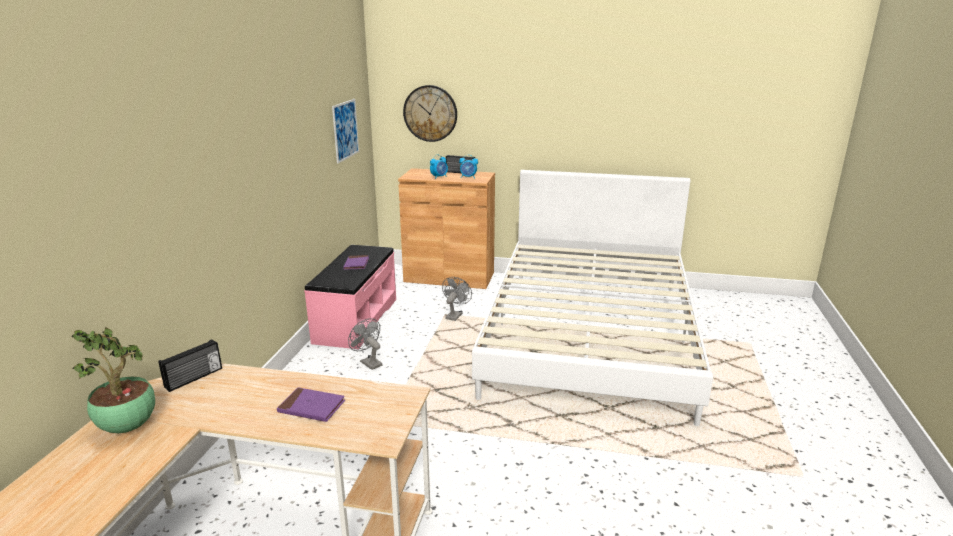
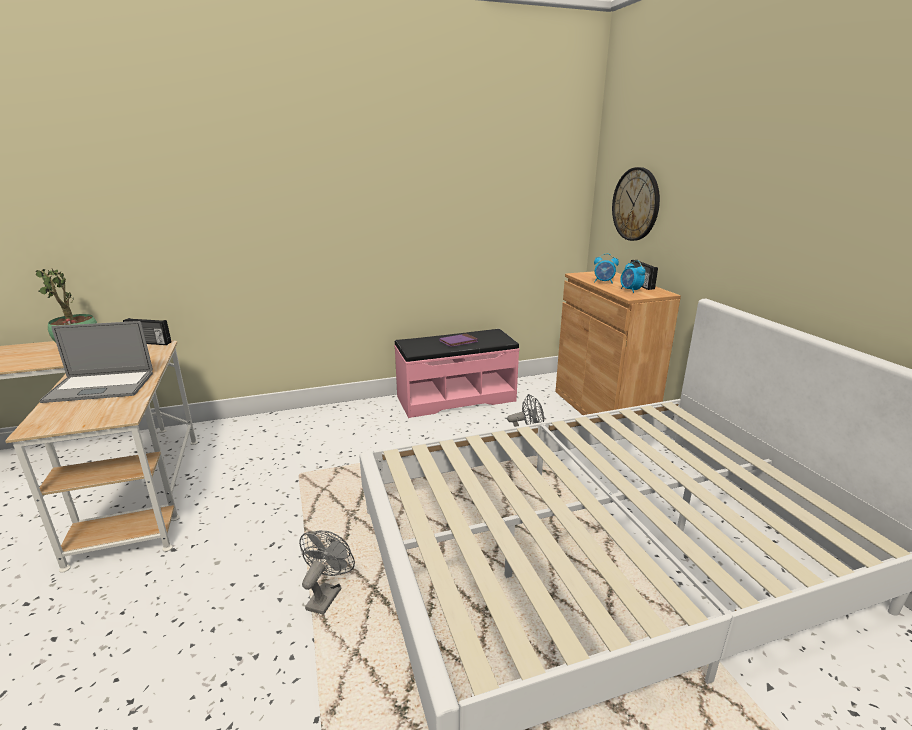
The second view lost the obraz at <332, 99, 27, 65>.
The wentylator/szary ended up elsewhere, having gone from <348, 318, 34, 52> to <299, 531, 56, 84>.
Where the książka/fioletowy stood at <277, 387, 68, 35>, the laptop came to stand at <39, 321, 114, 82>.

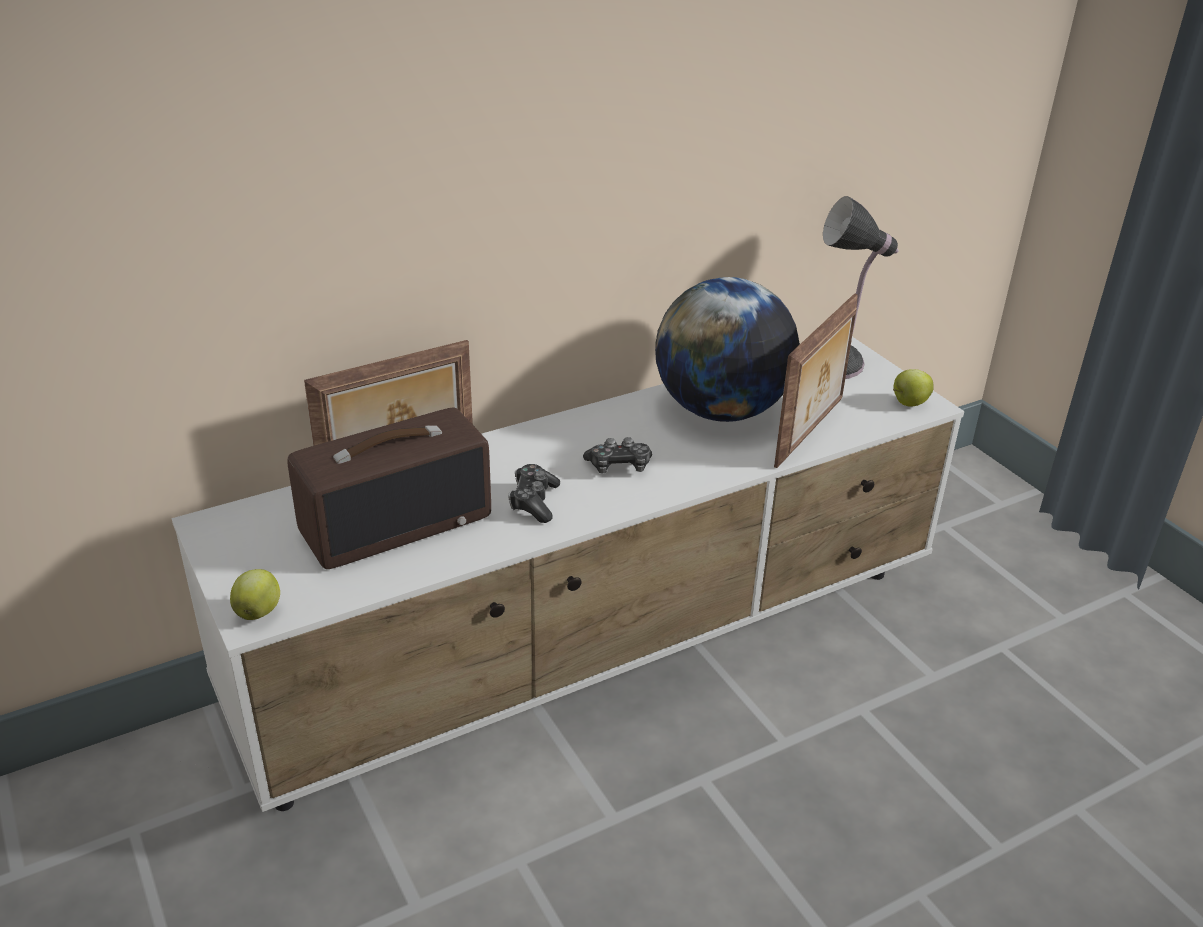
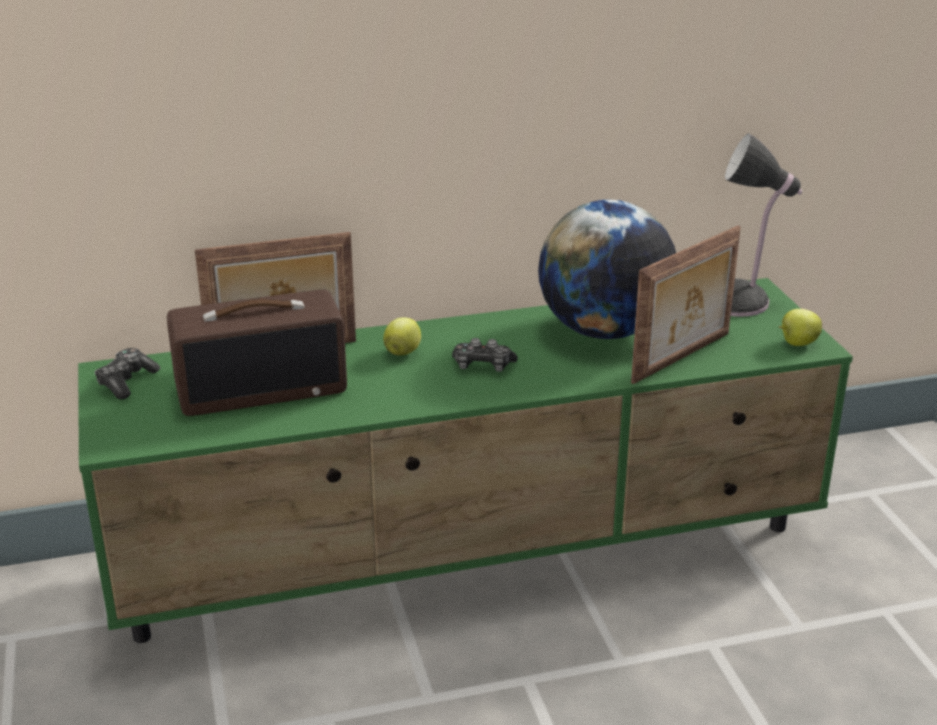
What was the szafka pod telewizor/biały at <172, 337, 792, 475> turned into the szafka pod telewizor/zielony at <78, 278, 775, 365>.
The pad do gier ended up elsewhere, having gone from <508, 464, 52, 59> to <95, 348, 65, 51>.
The jabłko ended up elsewhere, having gone from <230, 569, 50, 51> to <383, 317, 38, 38>.

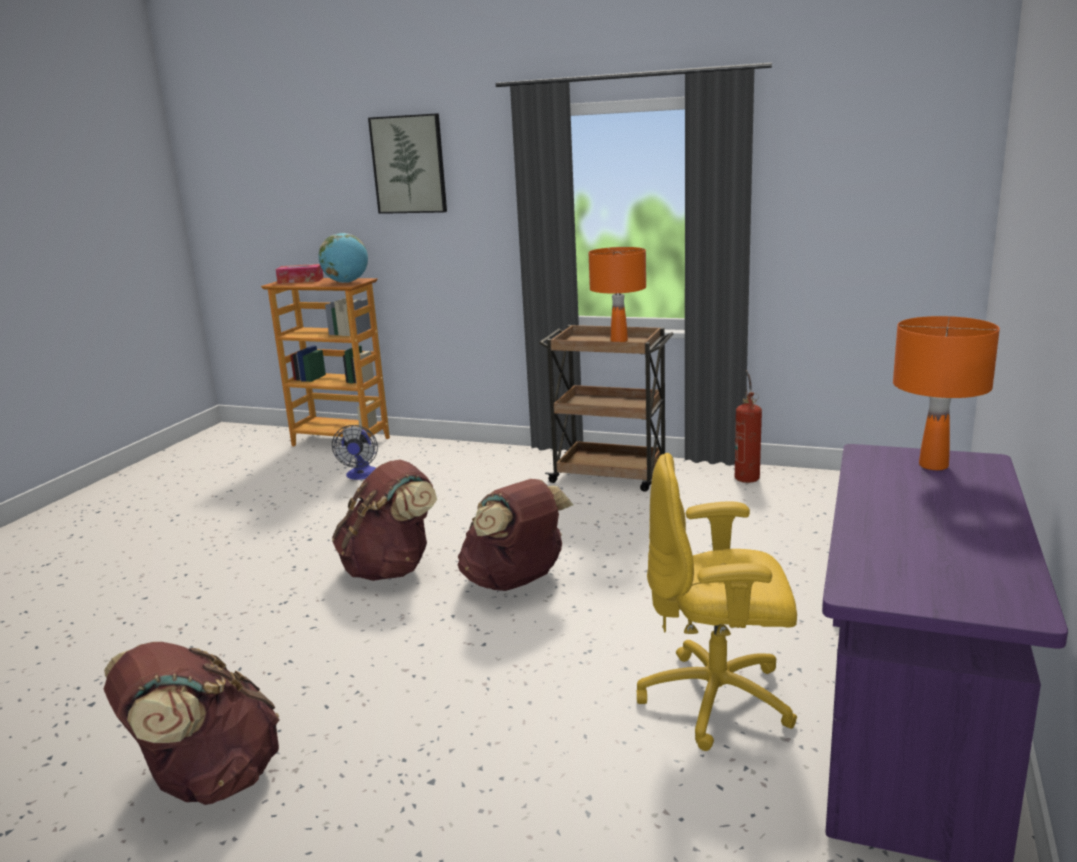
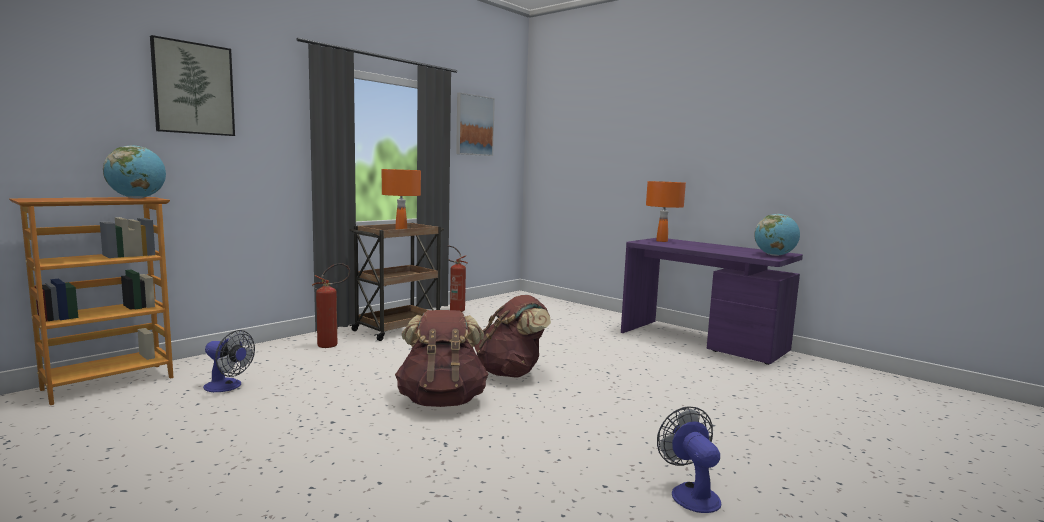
The second view lost the pudełko chusteczek at <276, 264, 48, 20>.
The second view lost the krzesło biurowe/żółty at <637, 453, 160, 298>.
Where the plecak/brązowy stood at <104, 642, 176, 163>, the wentylator came to stand at <657, 406, 64, 107>.
The second view gained the obraz at <456, 92, 39, 64>.
The second view gained the globus at <755, 214, 45, 42>.
The second view gained the gaśnica at <312, 263, 38, 85>.

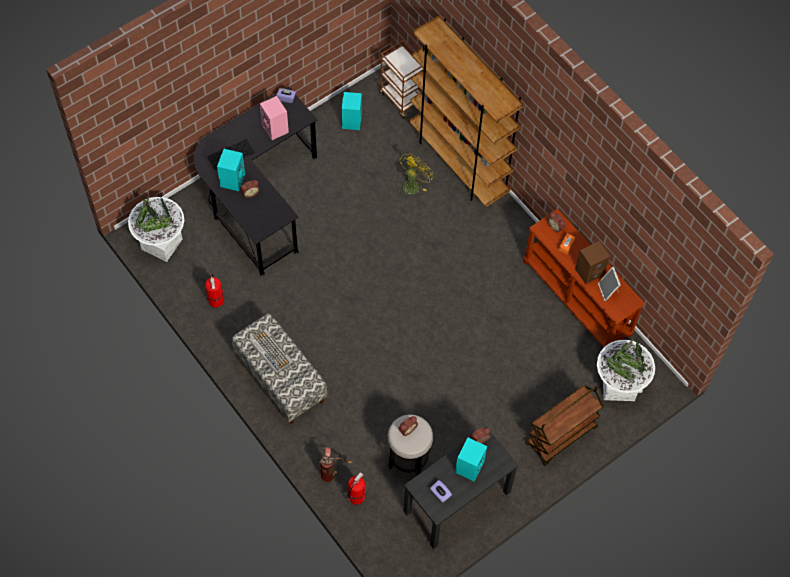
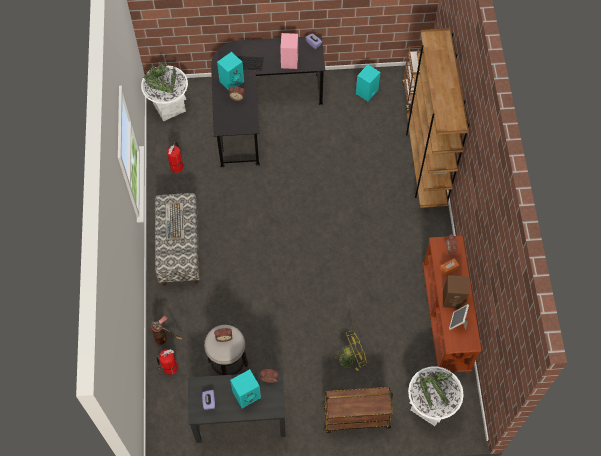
The wentylator/żółty ended up elsewhere, having gone from <397, 153, 36, 42> to <334, 331, 33, 40>.

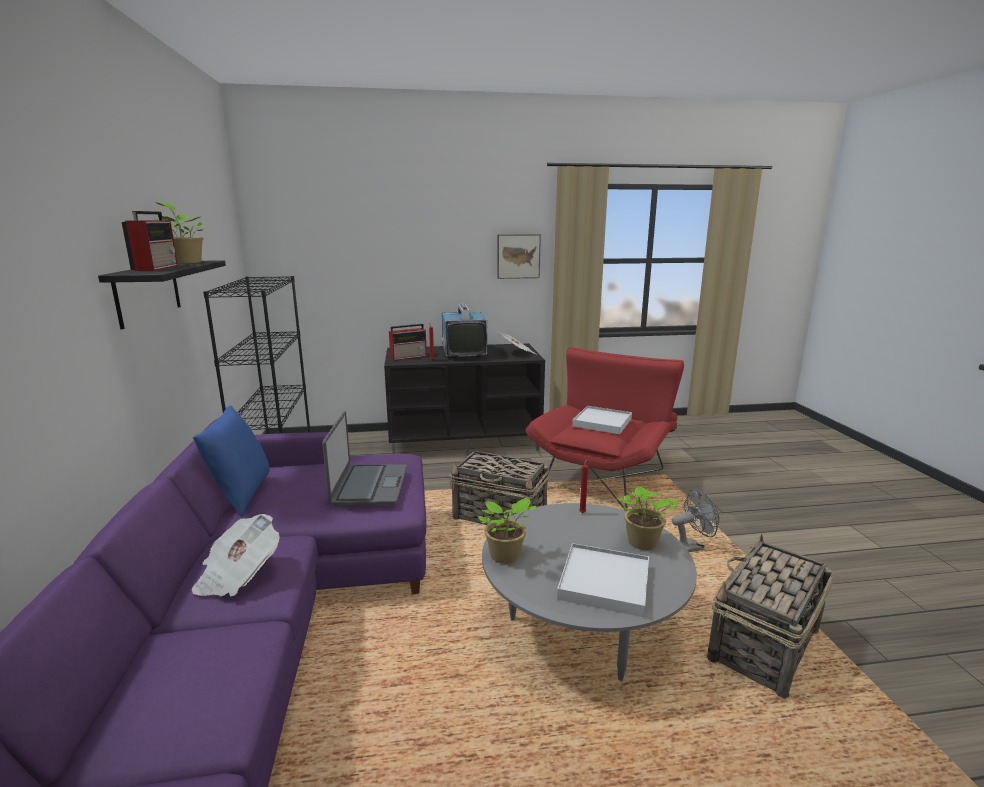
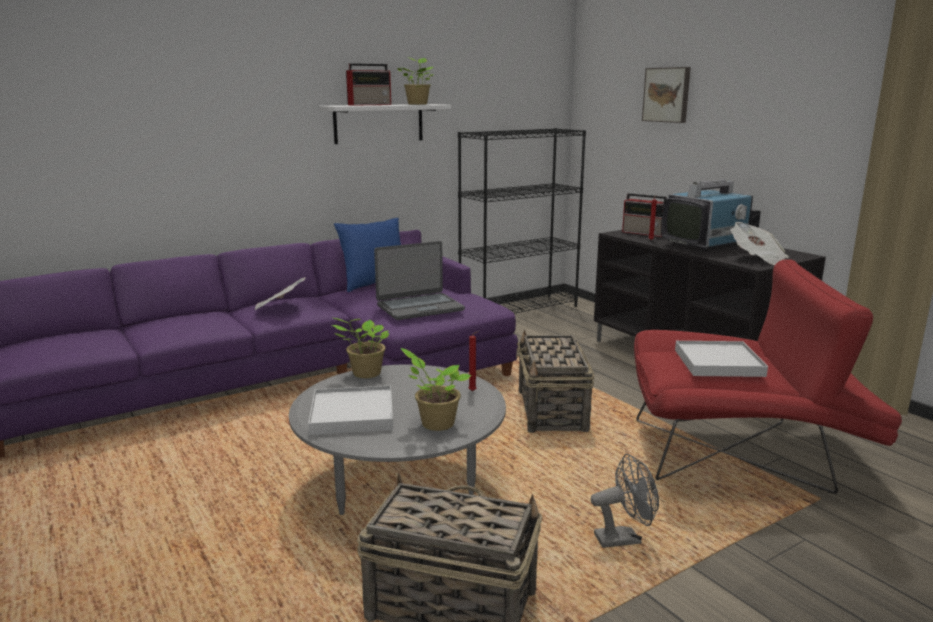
The obraz ended up elsewhere, having gone from <497, 234, 44, 45> to <642, 67, 49, 56>.
What was the półka/czarny at <98, 260, 128, 69> turned into the półka/biały at <319, 104, 132, 40>.
The wentylator/szary at <672, 489, 47, 63> ended up facing another way, 60 degrees counterclockwise from before.

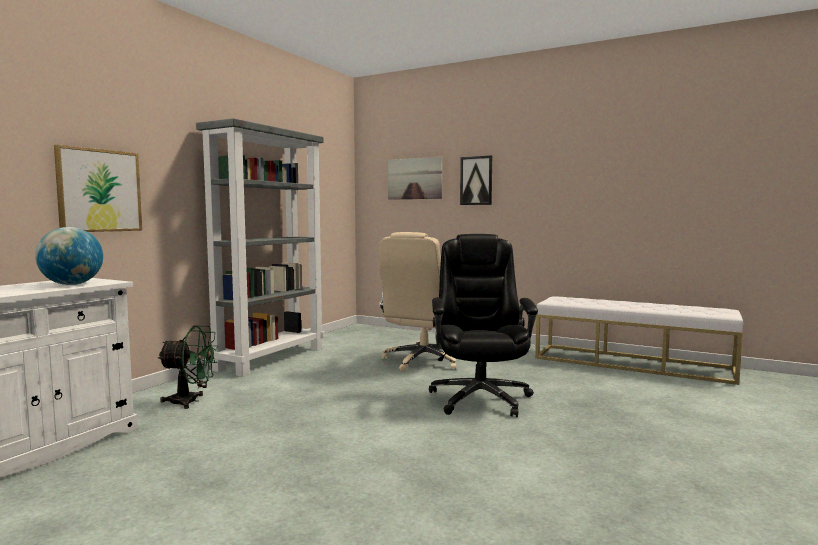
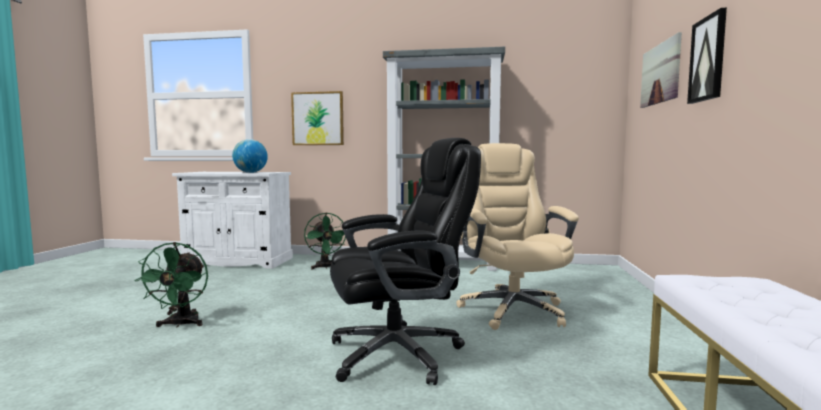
The krzesło biurowe/beżowy at <379, 232, 77, 140> ended up facing another way, 75 degrees clockwise from before.
The second view gained the wentylator/zielony at <134, 242, 74, 85>.

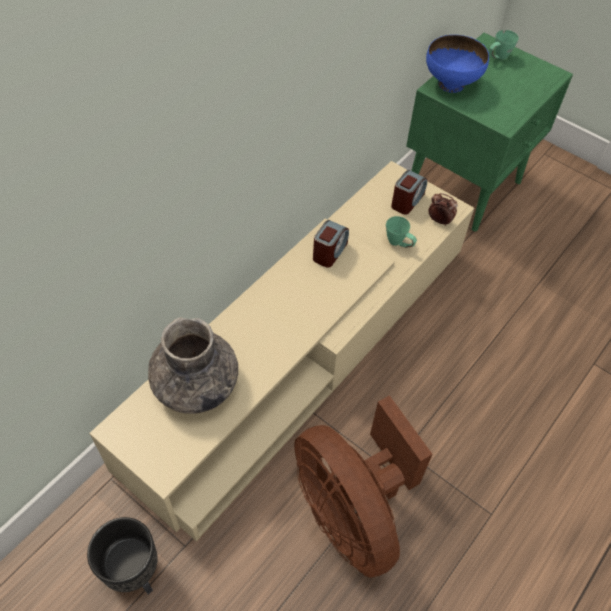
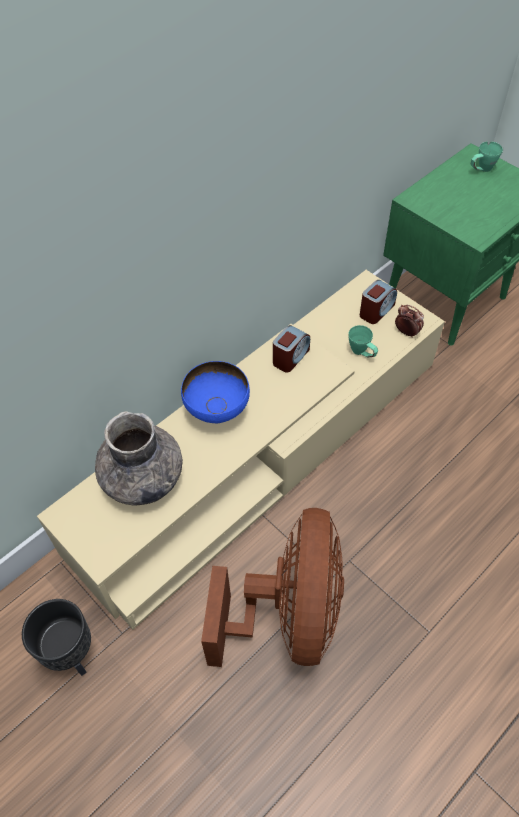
The miska/niebieski ended up elsewhere, having gone from <426, 35, 63, 58> to <181, 361, 69, 62>.
The wentylator/brązowy at <294, 395, 139, 183> ended up facing another way, 150 degrees counterclockwise from before.

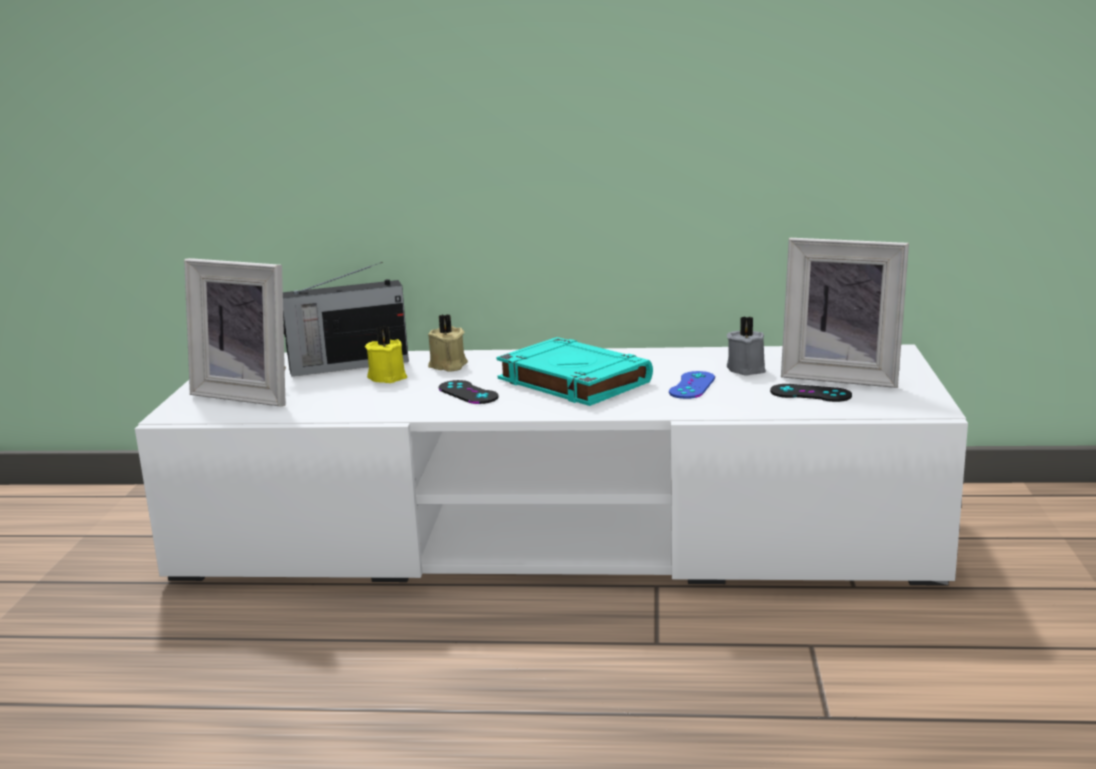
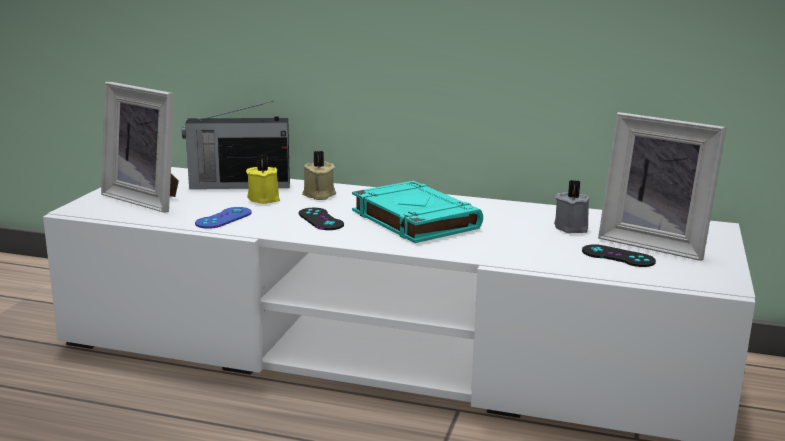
The pad do gier/niebieski ended up elsewhere, having gone from <669, 371, 46, 28> to <195, 207, 56, 22>.

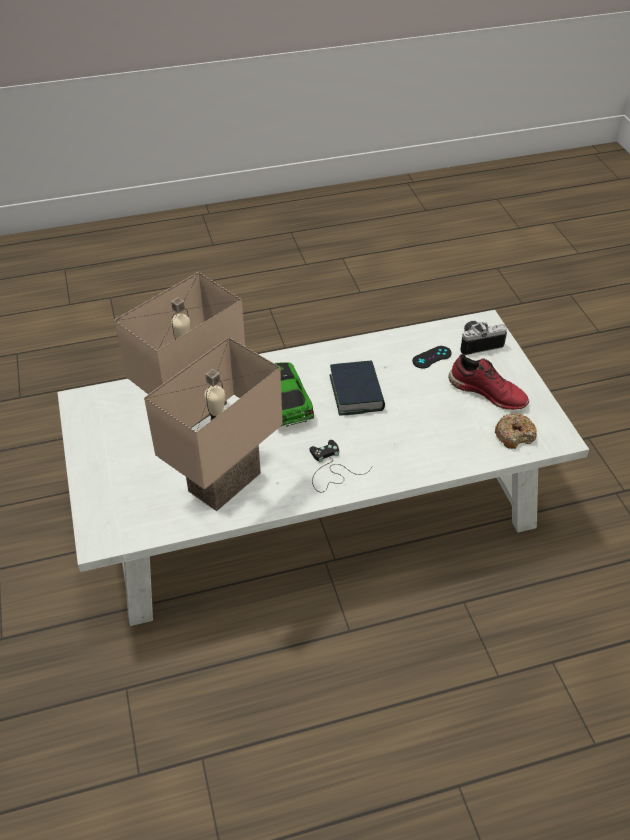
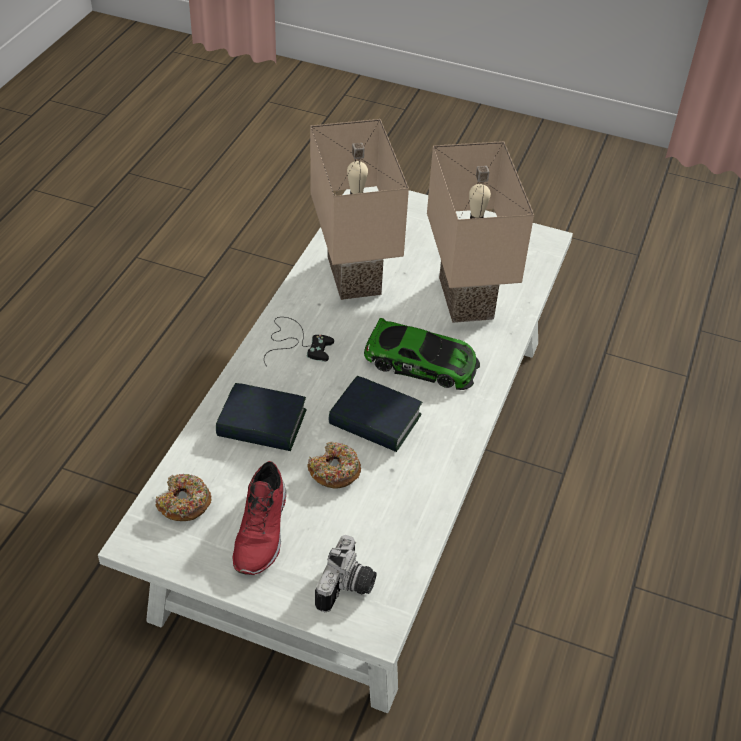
The second view lost the pad do gier/czarny at <412, 346, 40, 23>.
The but/czerwony at <448, 354, 81, 56> ended up facing another way, 60 degrees counterclockwise from before.
The second view gained the książka at <216, 383, 90, 68>.
The second view gained the donut at <307, 441, 54, 48>.

